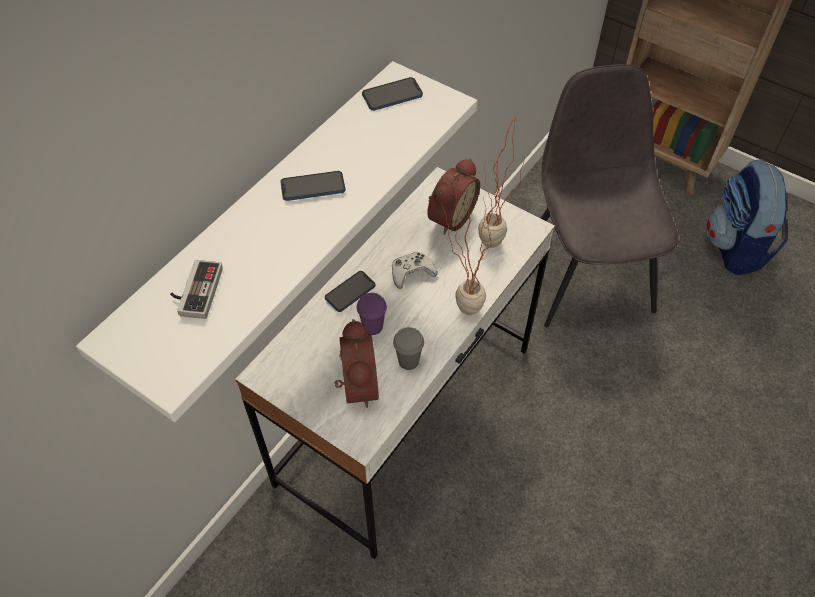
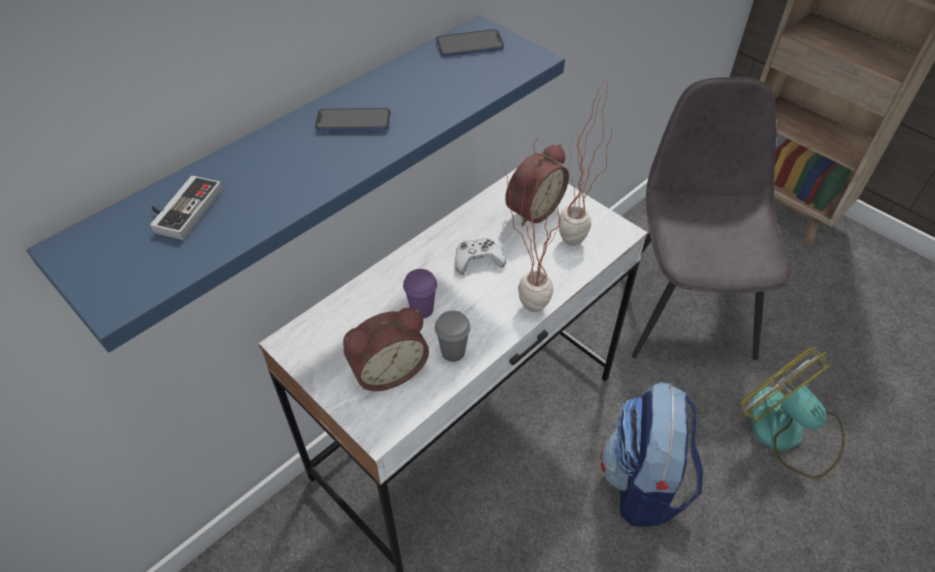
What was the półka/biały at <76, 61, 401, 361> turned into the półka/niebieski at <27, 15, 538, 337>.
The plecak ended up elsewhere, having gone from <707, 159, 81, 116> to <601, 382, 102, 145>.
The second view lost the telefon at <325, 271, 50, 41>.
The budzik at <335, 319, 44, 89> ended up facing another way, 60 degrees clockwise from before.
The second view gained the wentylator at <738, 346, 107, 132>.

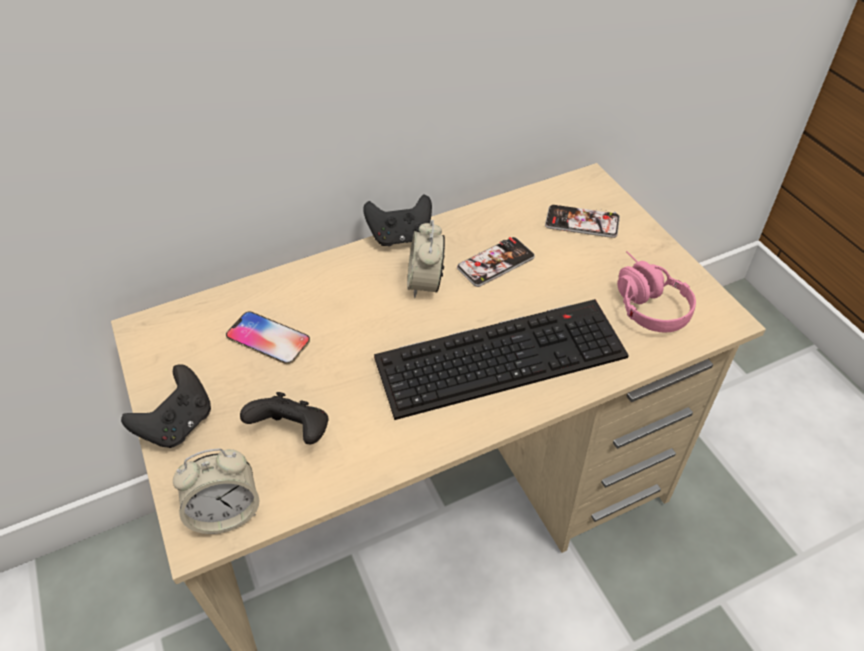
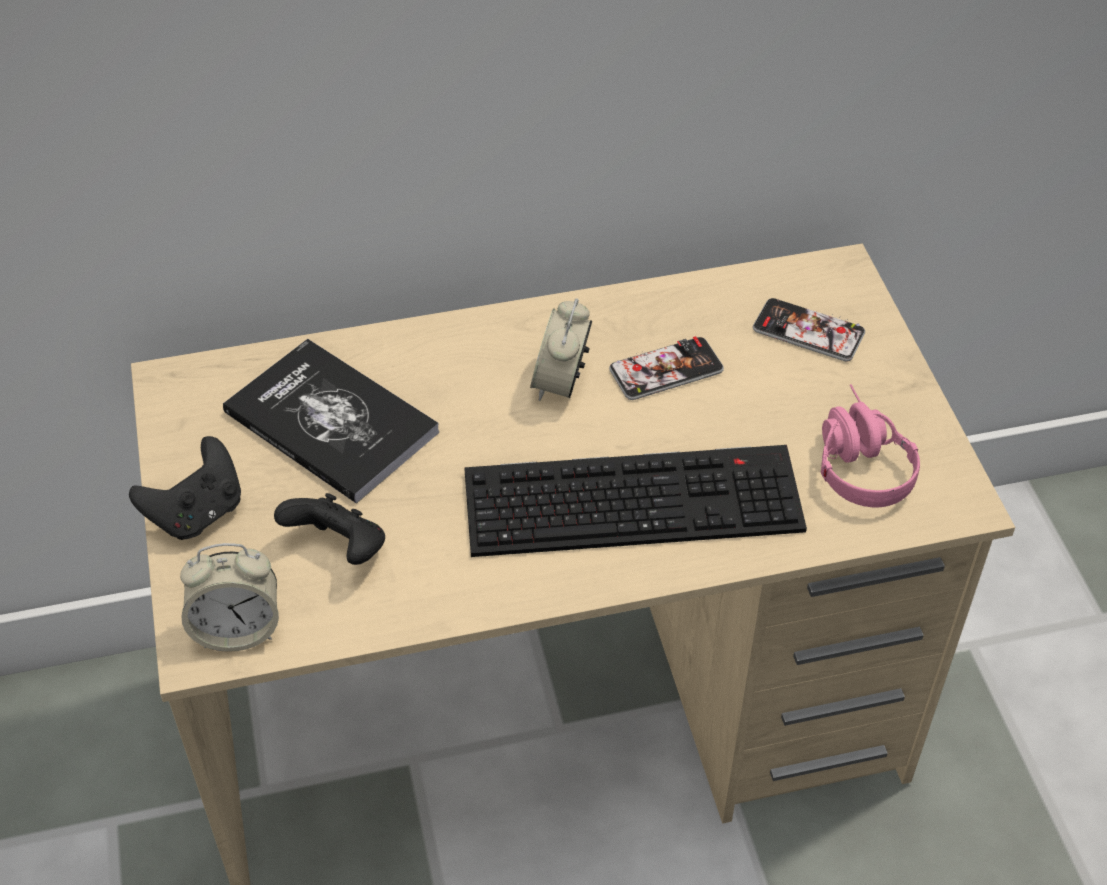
The second view lost the pad do gier/czarny at <363, 195, 69, 51>.
Where the telefon stood at <226, 311, 84, 53>, the książka came to stand at <223, 339, 216, 165>.

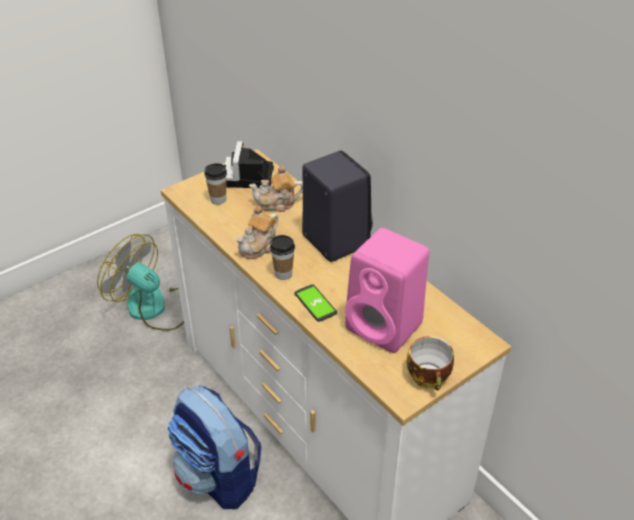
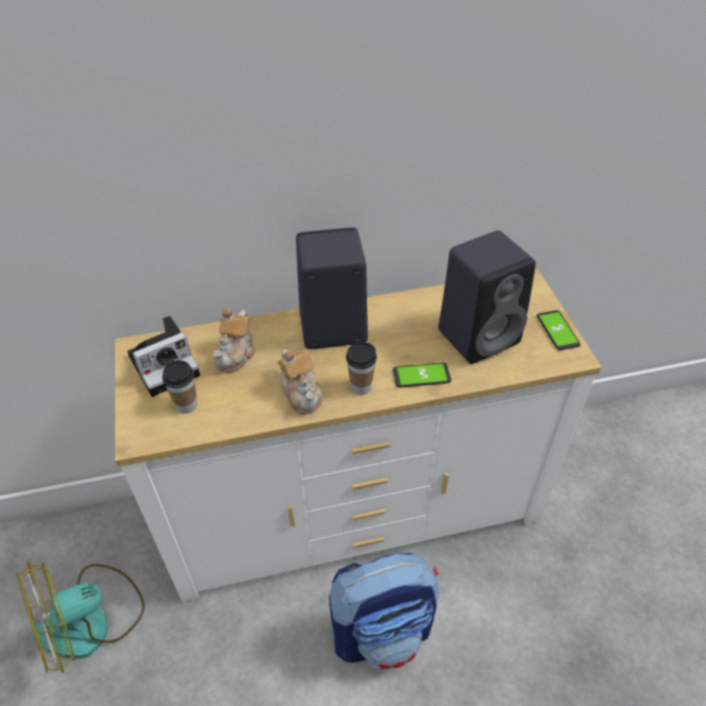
The aparat fotograficzny at <224, 141, 50, 47> ended up facing another way, 60 degrees counterclockwise from before.
What was the głośnik/różowy at <345, 228, 84, 125> turned into the głośnik/czarny at <438, 230, 98, 134>.
Where the filiżanka stood at <407, 336, 47, 54>, the telefon came to stand at <537, 310, 44, 40>.

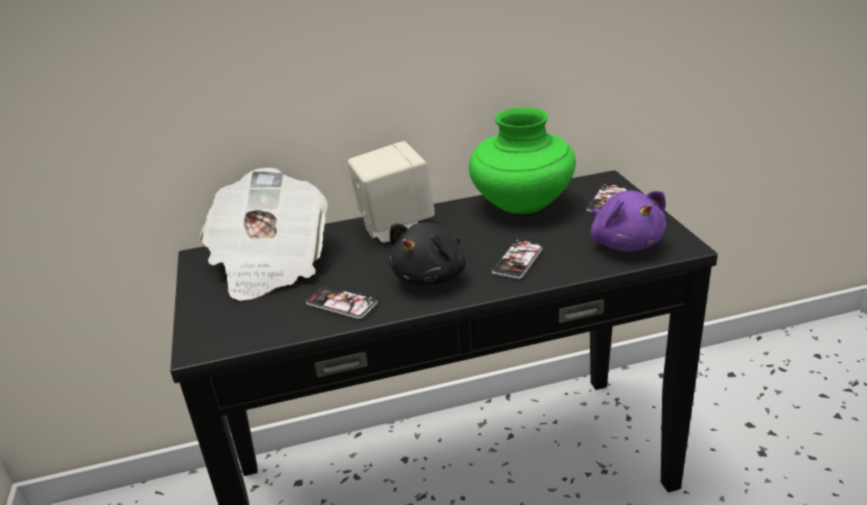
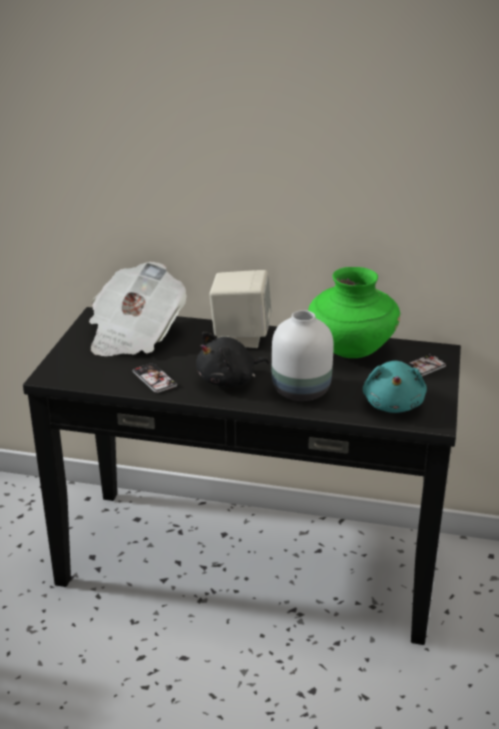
What was the pluszak/fioletowy at <591, 190, 76, 61> turned into the pluszak/turkusowy at <363, 361, 64, 52>.
Where the telefon stood at <492, 240, 50, 39>, the wazon/biały came to stand at <272, 310, 62, 91>.

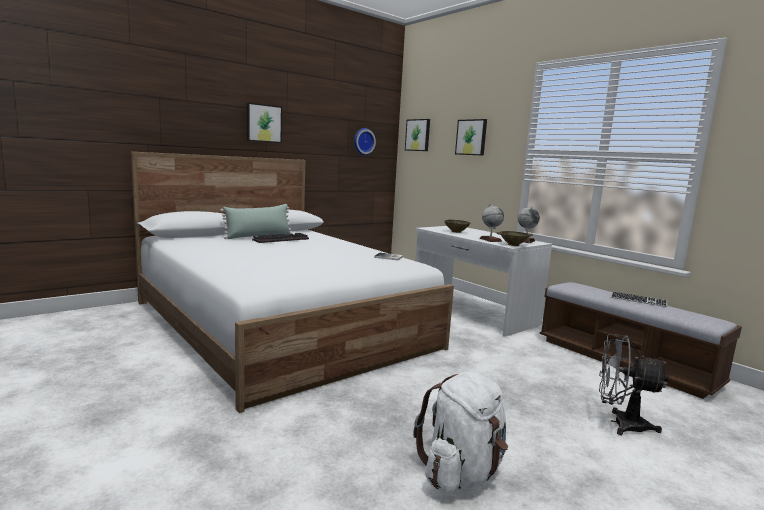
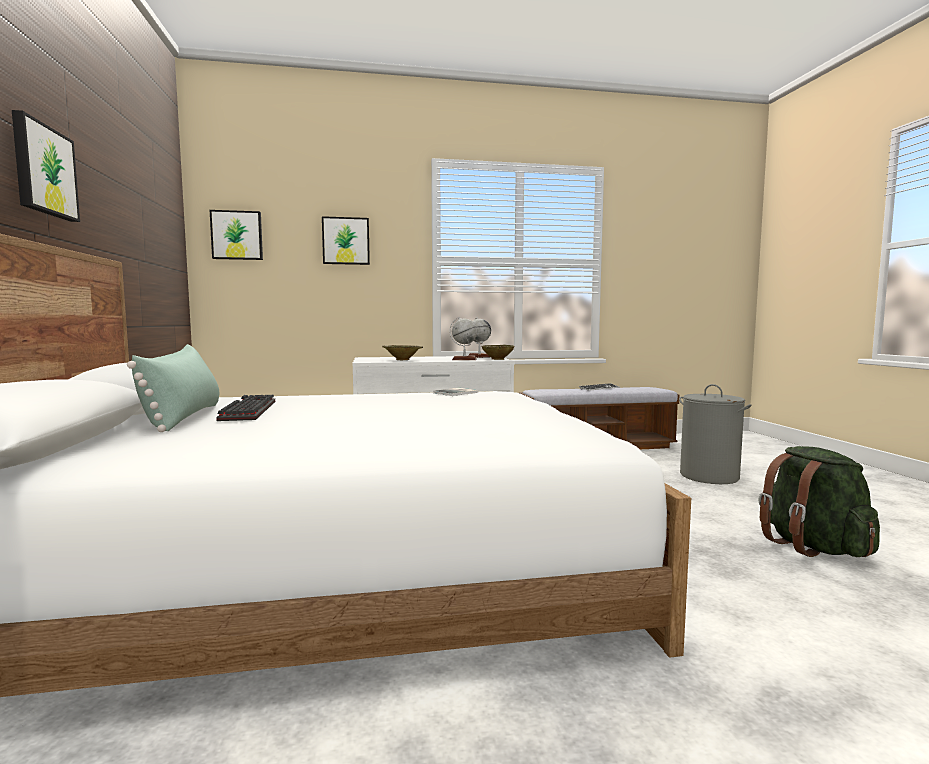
The second view lost the zegar ścienny at <354, 128, 22, 27>.
Where the wentylator/szary stood at <599, 334, 70, 101>, the kosz na pranie/szary came to stand at <679, 384, 73, 100>.
What was the plecak/biały at <413, 372, 95, 121> turned into the plecak/zielony at <759, 446, 121, 111>.

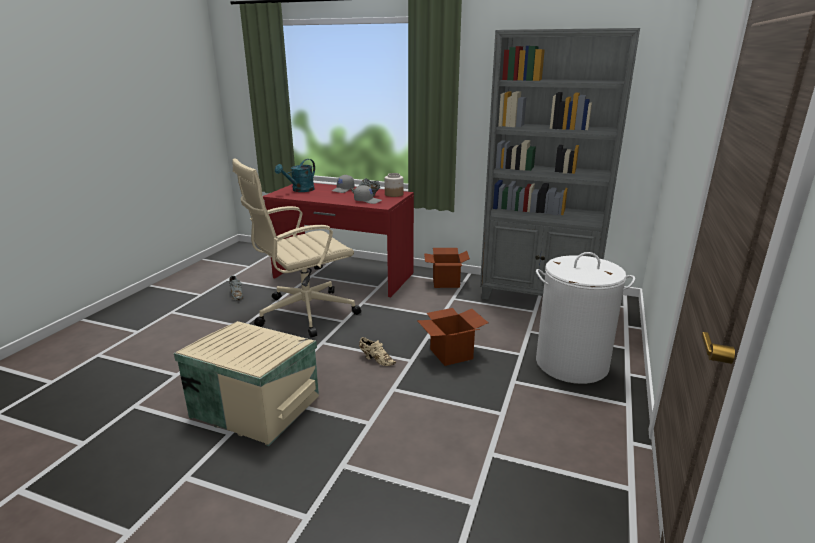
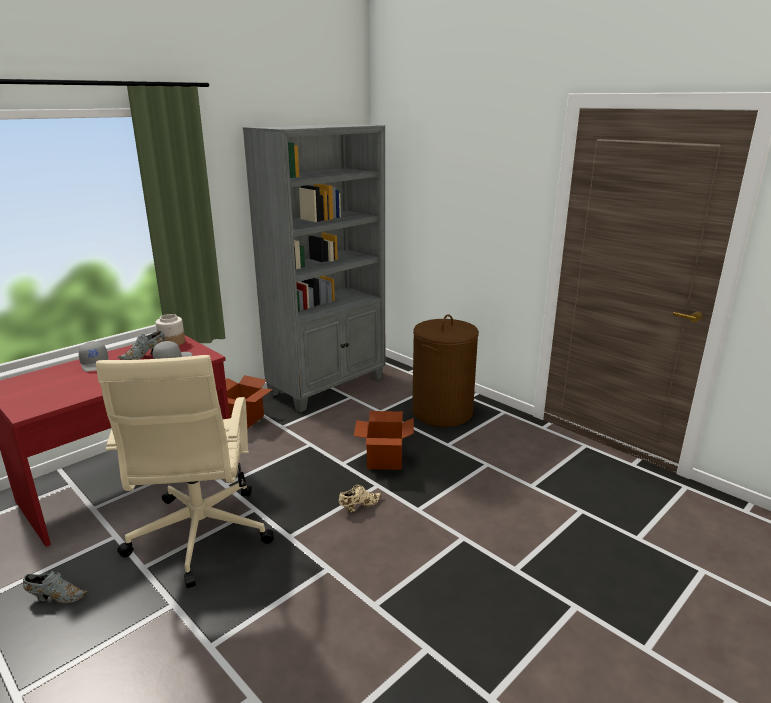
The second view lost the konewka/turkusowy at <275, 159, 40, 33>.
What was the kosz na pranie/biały at <536, 252, 99, 132> turned into the kosz na pranie/brązowy at <412, 314, 67, 113>.
The second view lost the pojemnik do przechowywania/beżowy at <174, 321, 145, 125>.

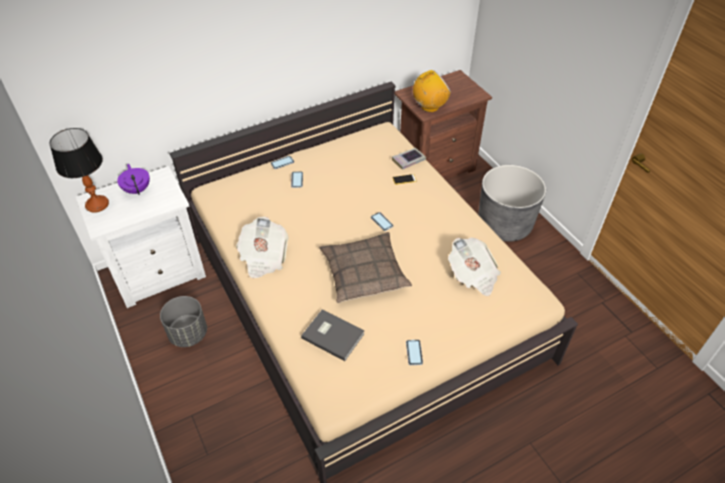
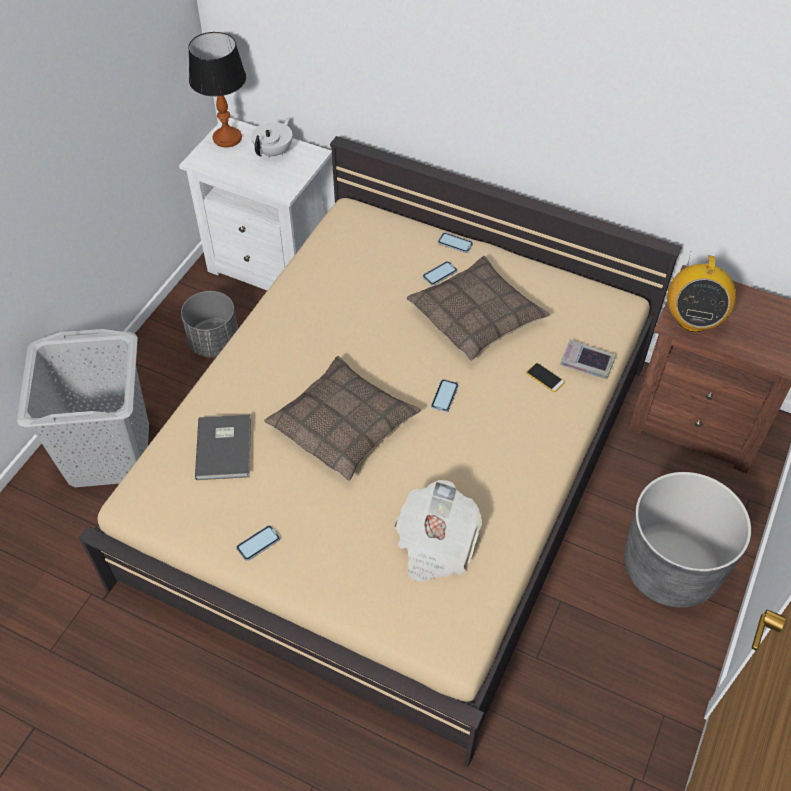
The radio at <413, 70, 38, 42> ended up facing another way, 75 degrees clockwise from before.
What was the imbryk/fioletowy at <117, 164, 33, 31> turned into the imbryk/biały at <251, 117, 41, 41>.
The second view lost the gazeta at <236, 217, 53, 61>.
The second view gained the poduszka at <407, 256, 143, 105>.
The second view gained the kosz na pranie/szary at <17, 329, 132, 158>.

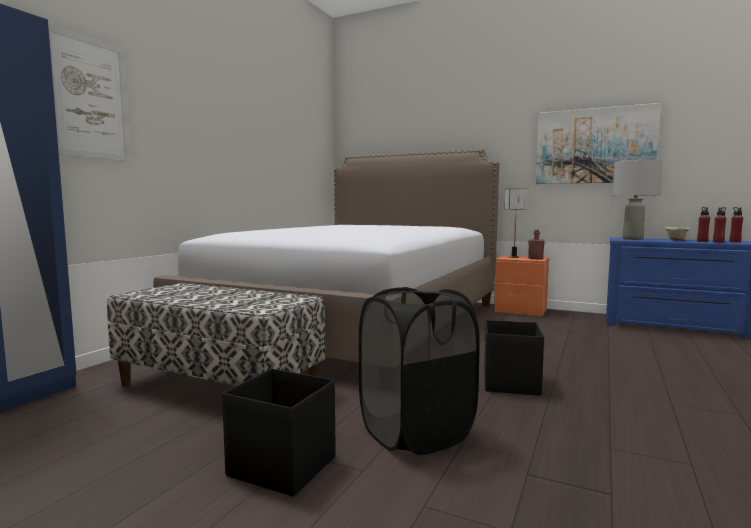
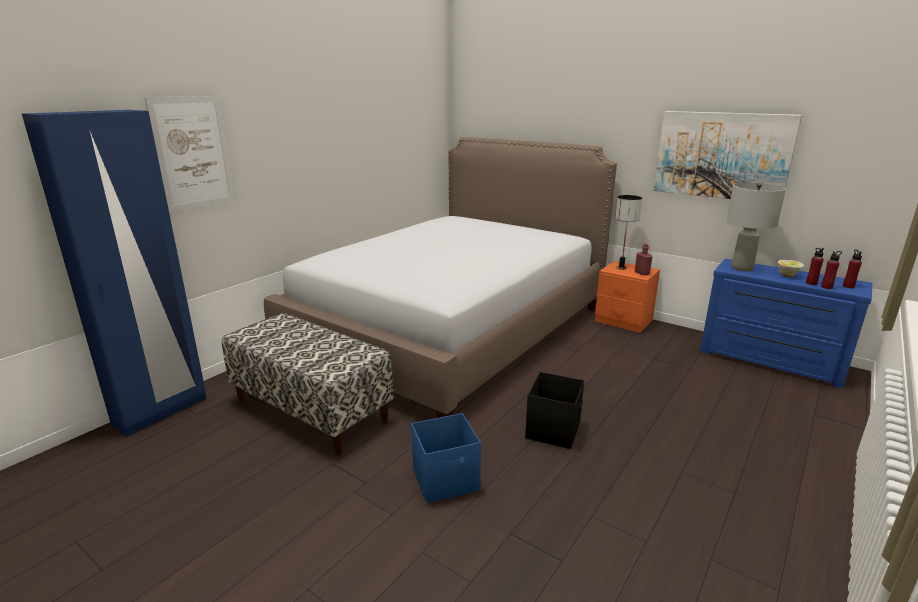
Where the kosz na pranie/czarny stood at <359, 287, 121, 168>, the pojemnik do przechowywania/niebieski came to stand at <411, 413, 70, 90>.
The second view lost the pojemnik do przechowywania/czarny at <222, 369, 114, 128>.

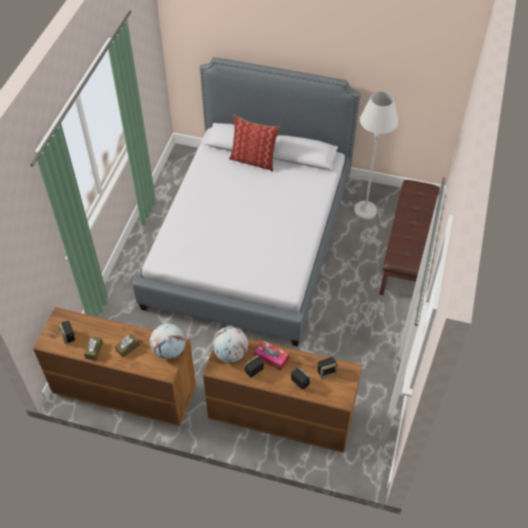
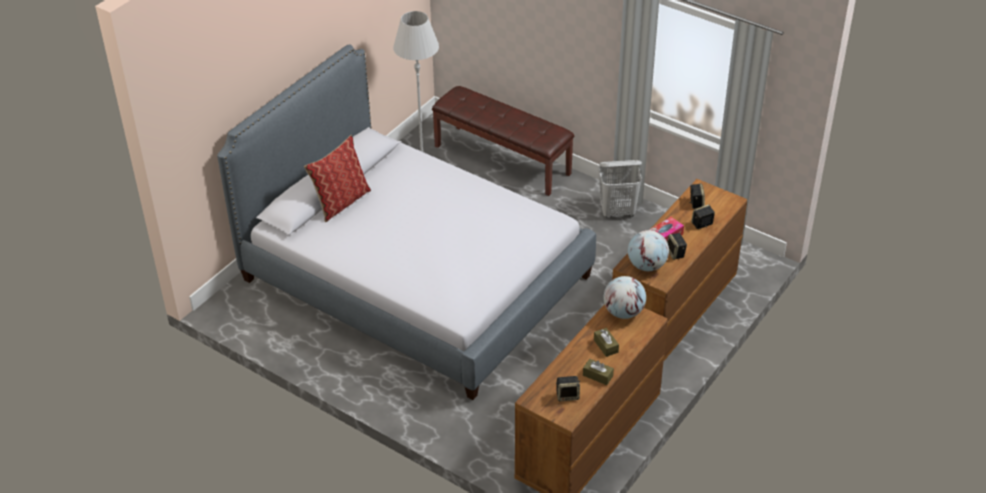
The second view gained the kosz na pranie/biały at <598, 160, 44, 58>.

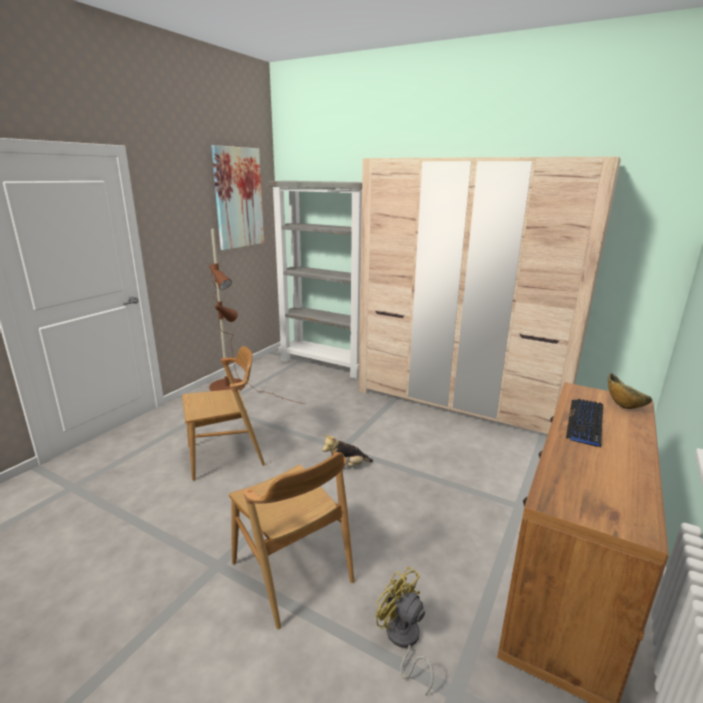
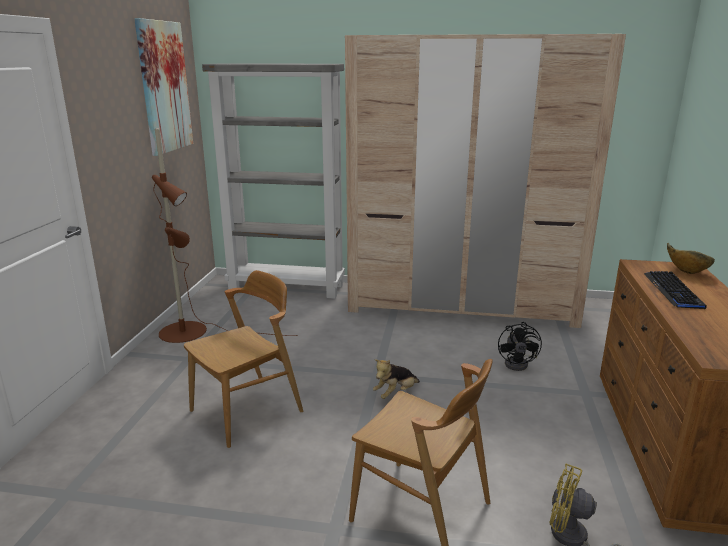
The second view gained the wentylator/czarny at <498, 322, 44, 49>.

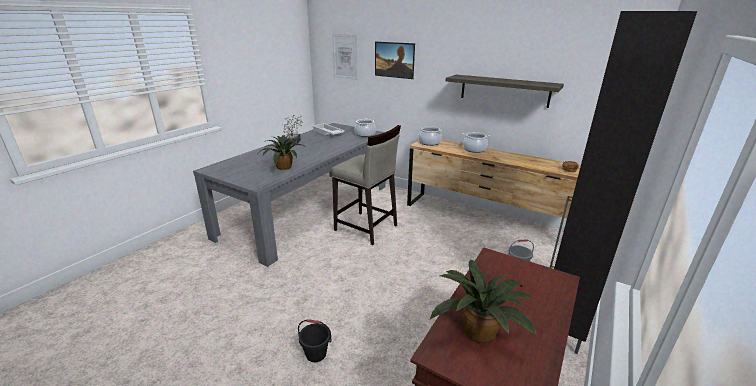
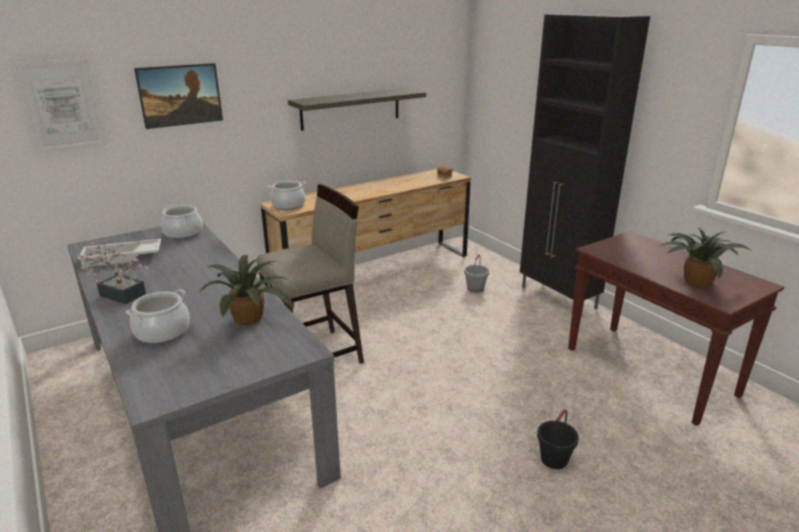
The garnek ended up elsewhere, having gone from <463, 132, 27, 21> to <126, 289, 64, 55>.

